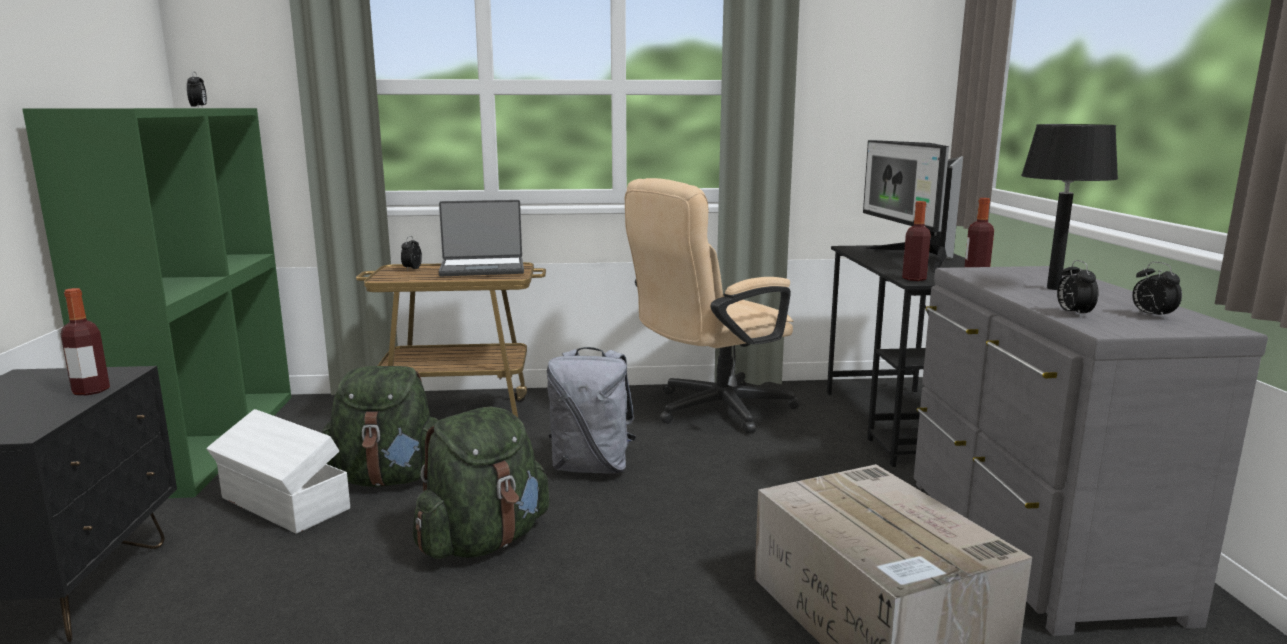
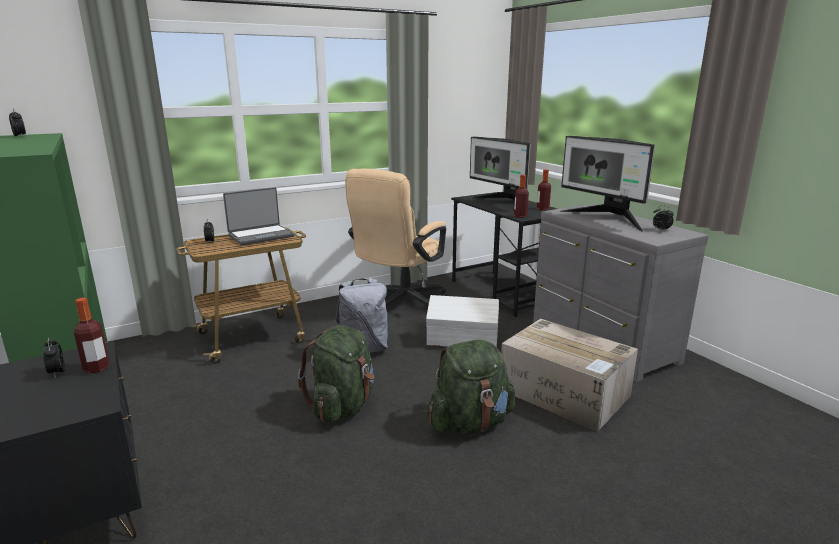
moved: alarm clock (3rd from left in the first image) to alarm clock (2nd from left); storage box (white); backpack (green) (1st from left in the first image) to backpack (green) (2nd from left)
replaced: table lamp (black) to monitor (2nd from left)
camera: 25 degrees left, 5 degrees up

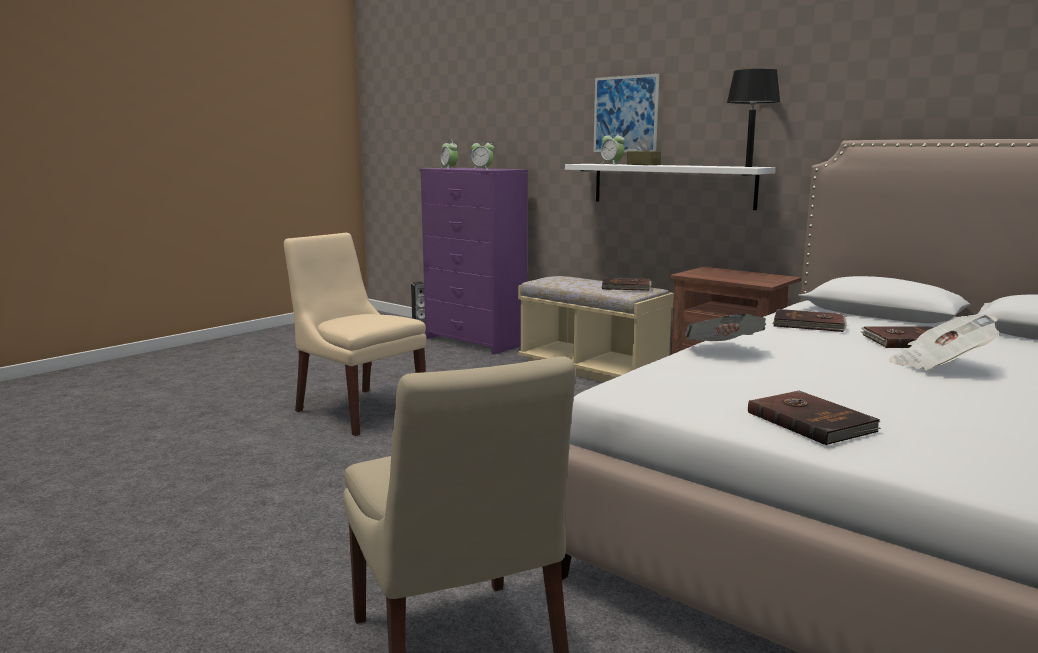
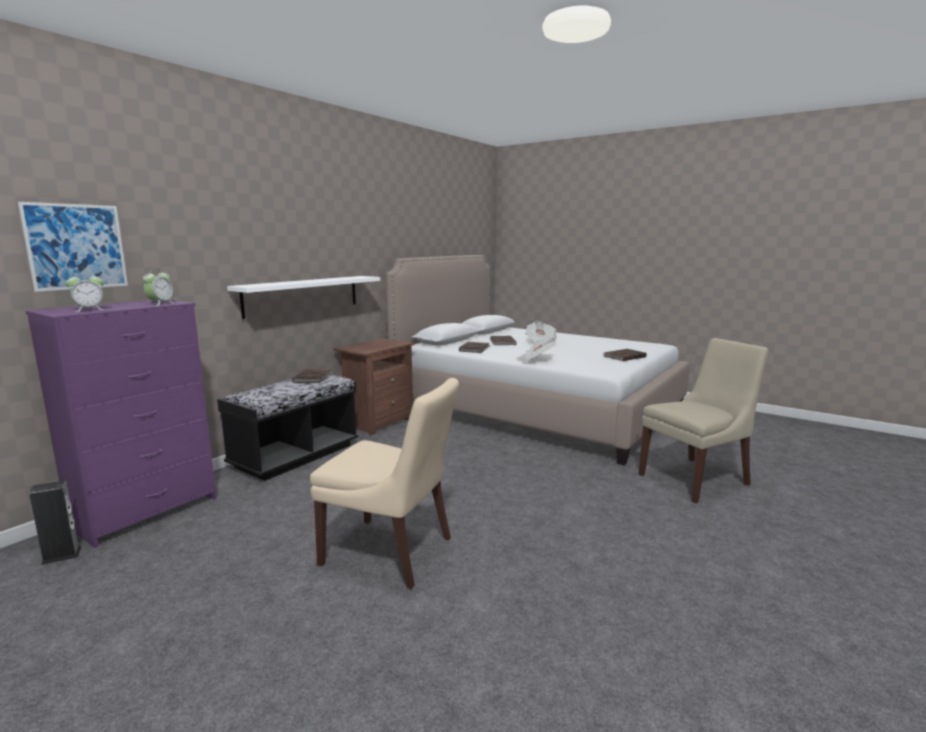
removed: alarm clock (3rd from left); tissue box (brown); table lamp (black)
moved: picture
recoloured: bench (beige) to bench (black)
turned: chair (beige) (1st from left) 105 degrees counterclockwise
camera: 95 degrees left, 0 degrees up

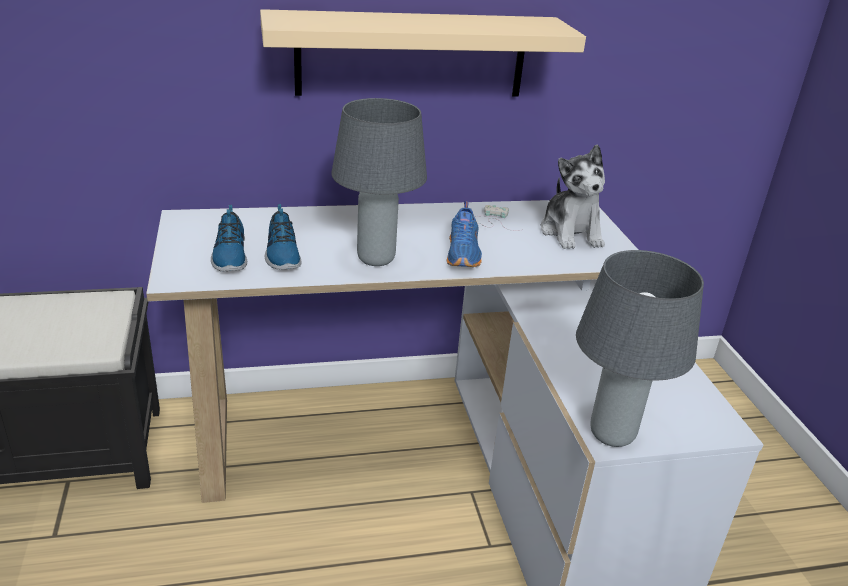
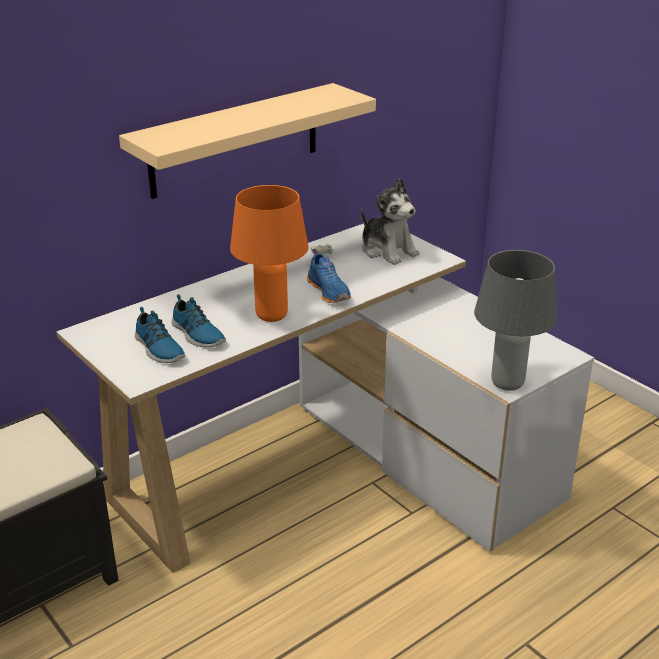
recoloured: table lamp (grey) (1st from left) to table lamp (orange)
camera: 25 degrees left, 0 degrees up

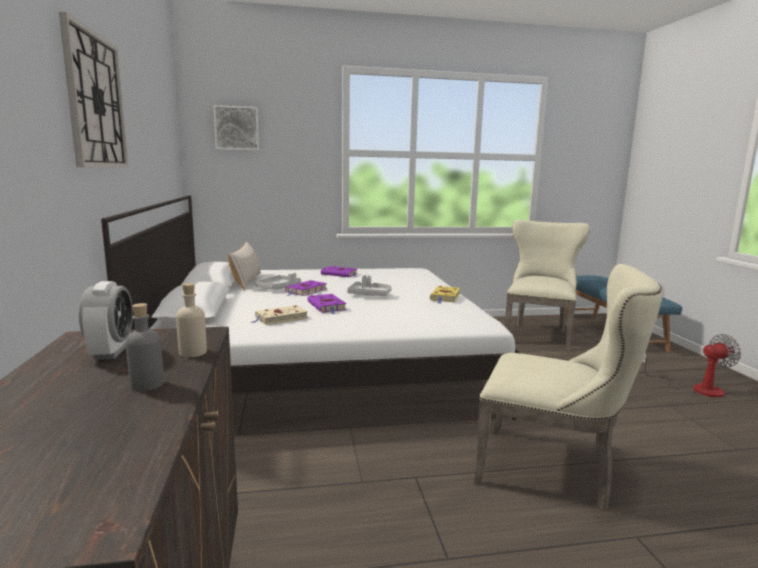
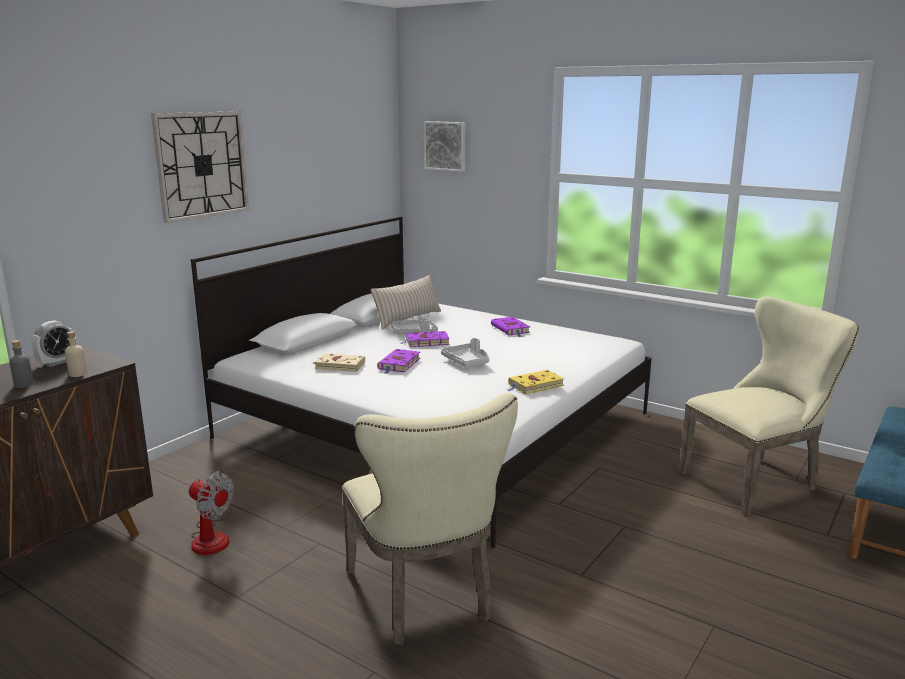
moved: fan
camera: 45 degrees right, 5 degrees up

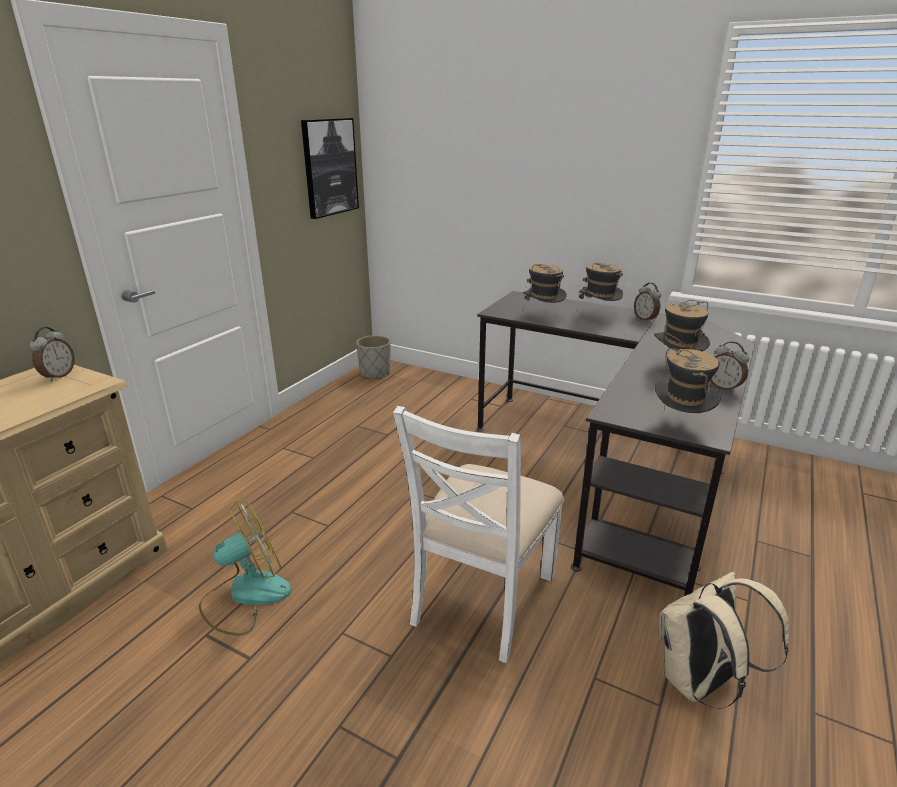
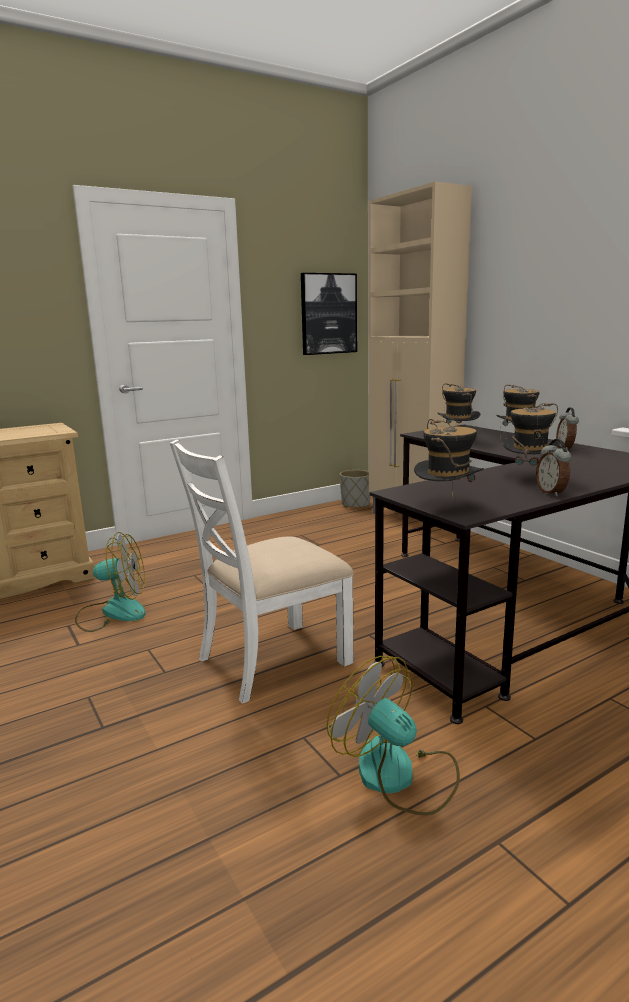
removed: alarm clock (1st from left)
added: cabinet (beige)
replaced: backpack (beige) to fan (2nd from left)
camera: 30 degrees right, 10 degrees down

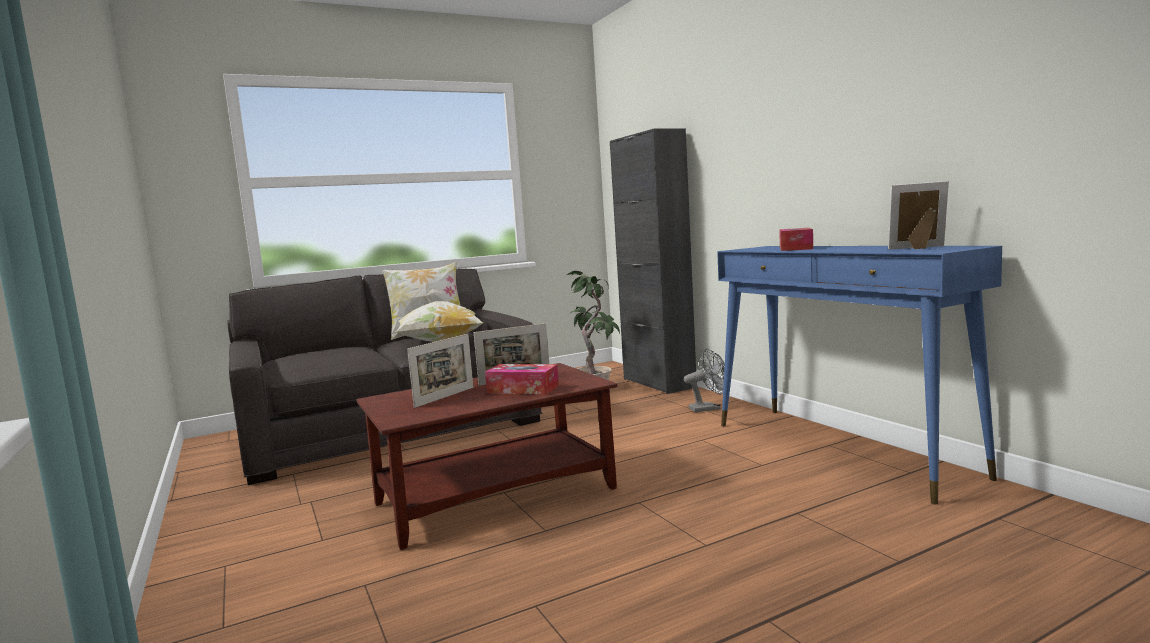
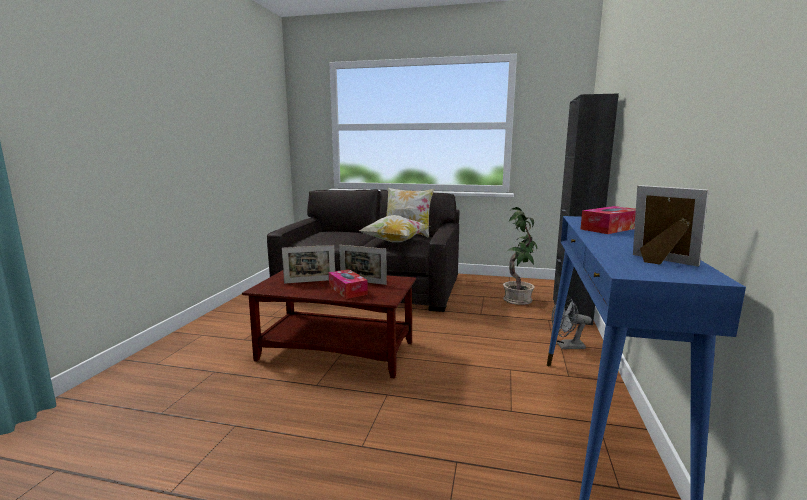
turned: fan (grey) 150 degrees clockwise
camera: 40 degrees right, 5 degrees up

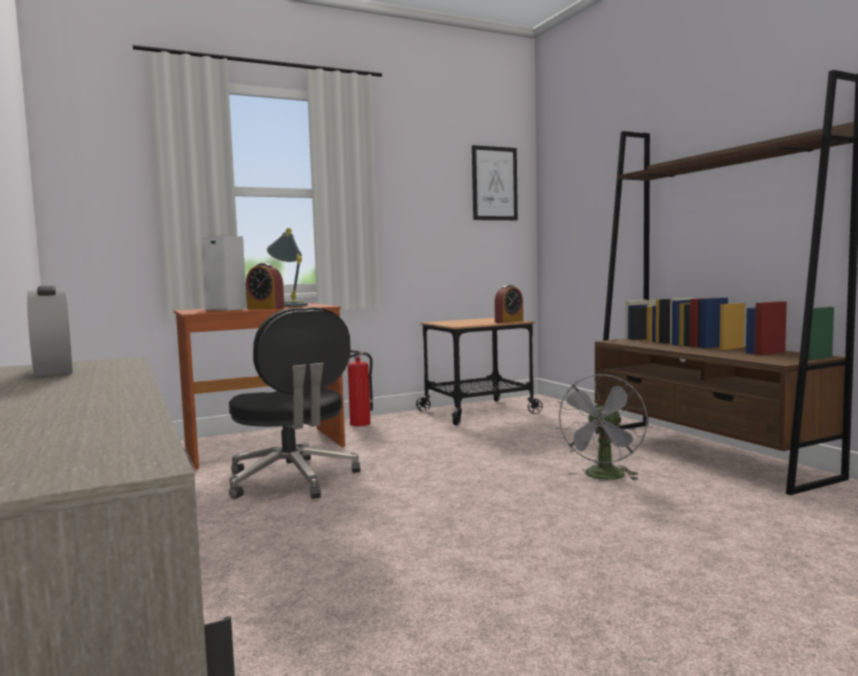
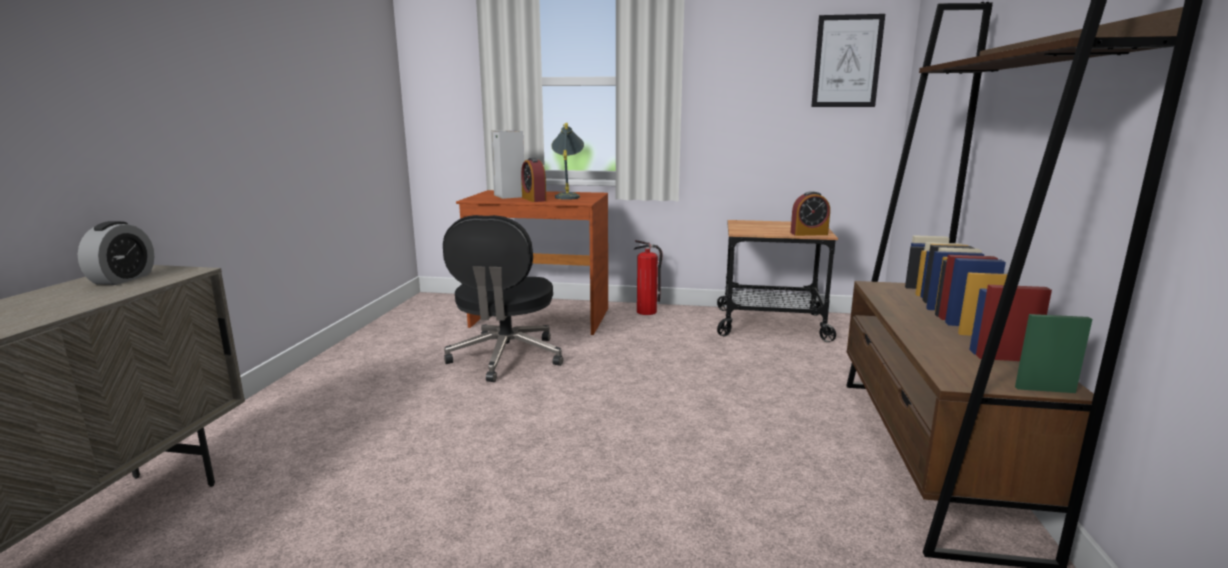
removed: fan (grey)
camera: 35 degrees right, 10 degrees up

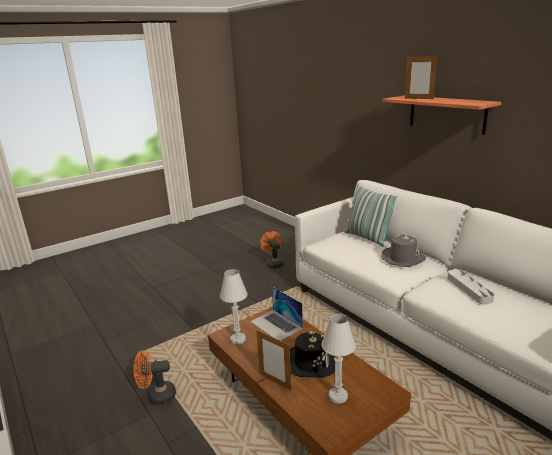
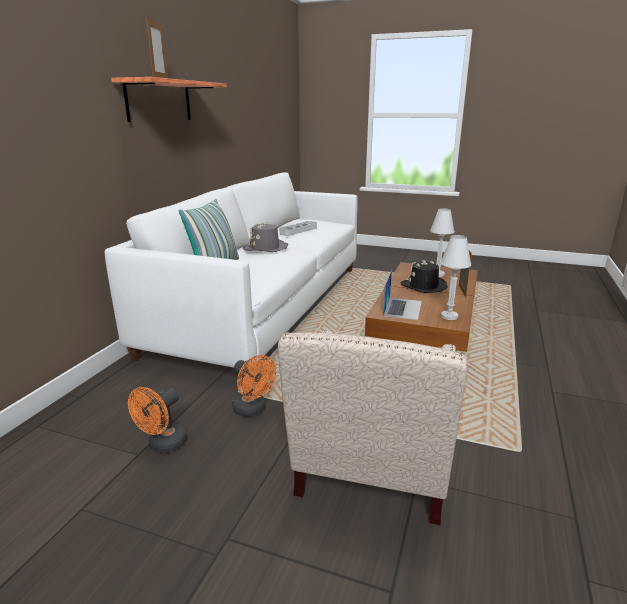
added: armchair (beige)
moved: fan (orange) (1st from left in the first image) to fan (orange) (2nd from left)
camera: 125 degrees left, 0 degrees up

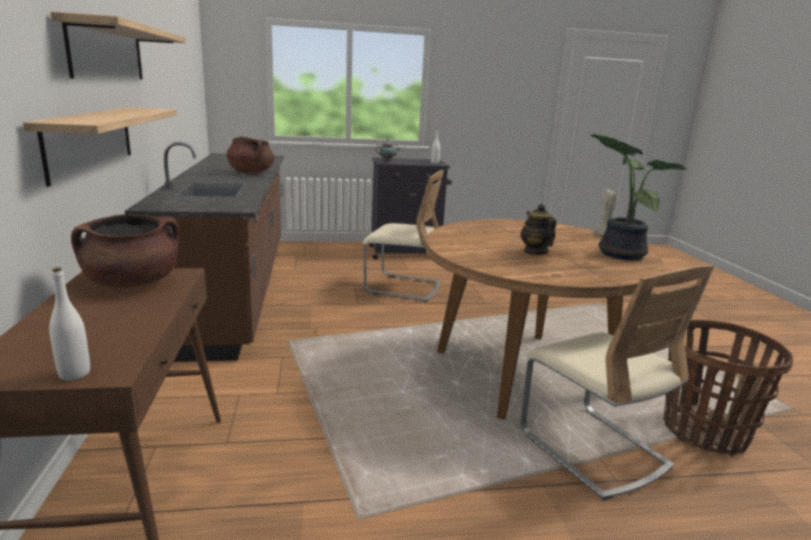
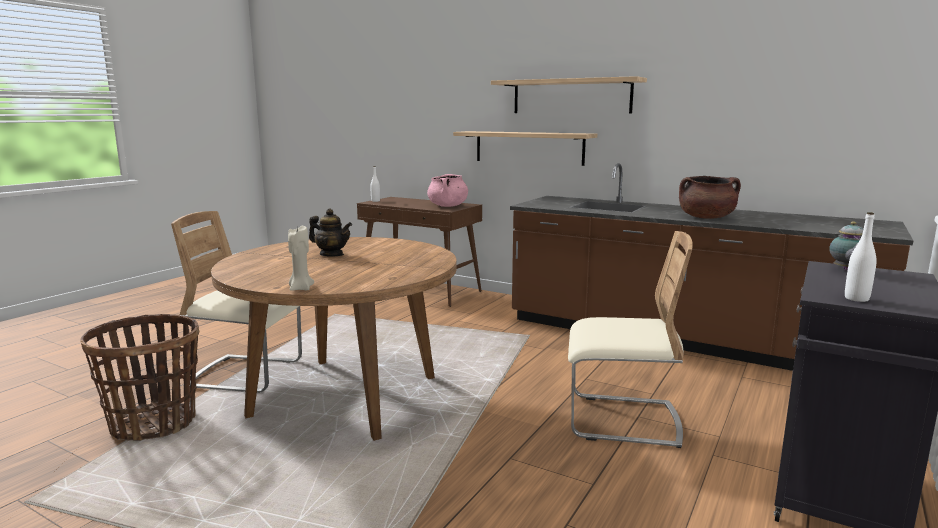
removed: potted plant
recoloured: cooking pot (brown) (1st from left) to cooking pot (pink)
turned: chair (beige) (1st from left in the first image) 135 degrees counterclockwise
camera: 130 degrees right, 5 degrees down

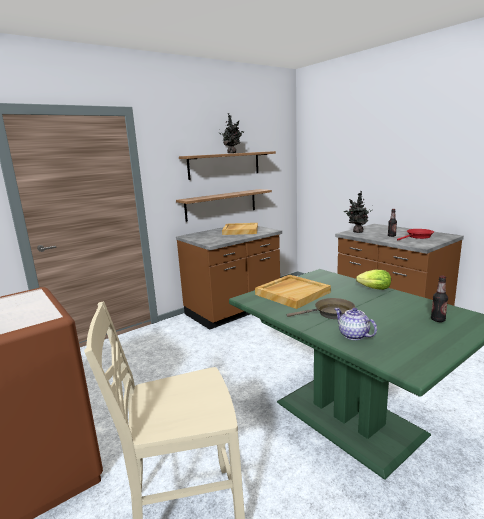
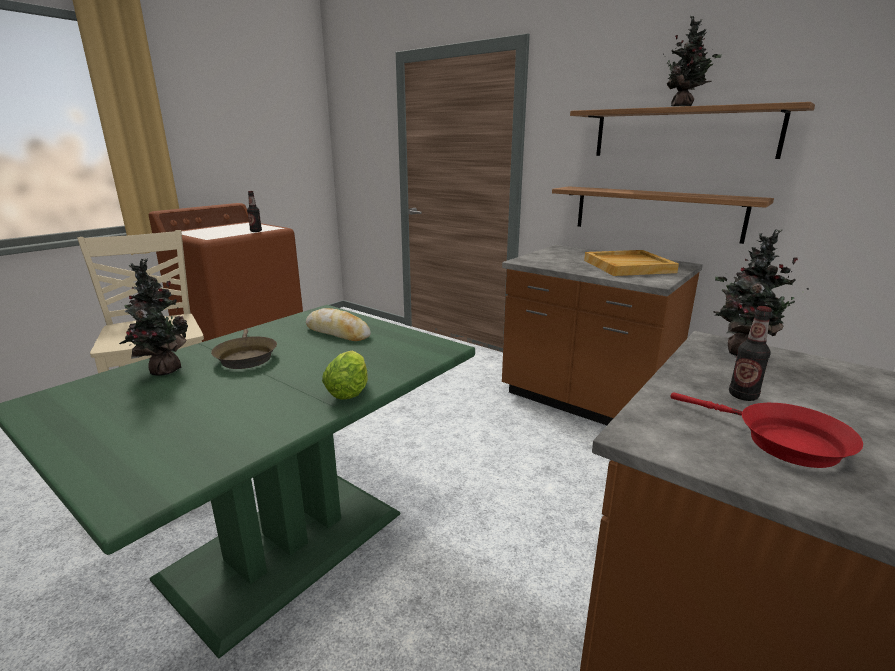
moved: bottle (2nd from left in the first image) to bottle (1st from left)
replaced: teapot to potted plant (1st from left); tray (beige) (2nd from left) to bread
camera: 75 degrees right, 5 degrees up

